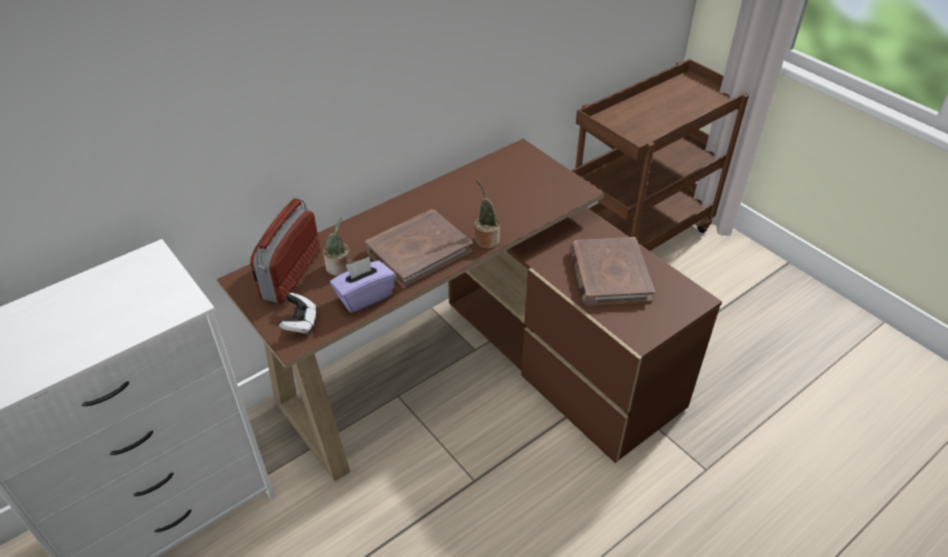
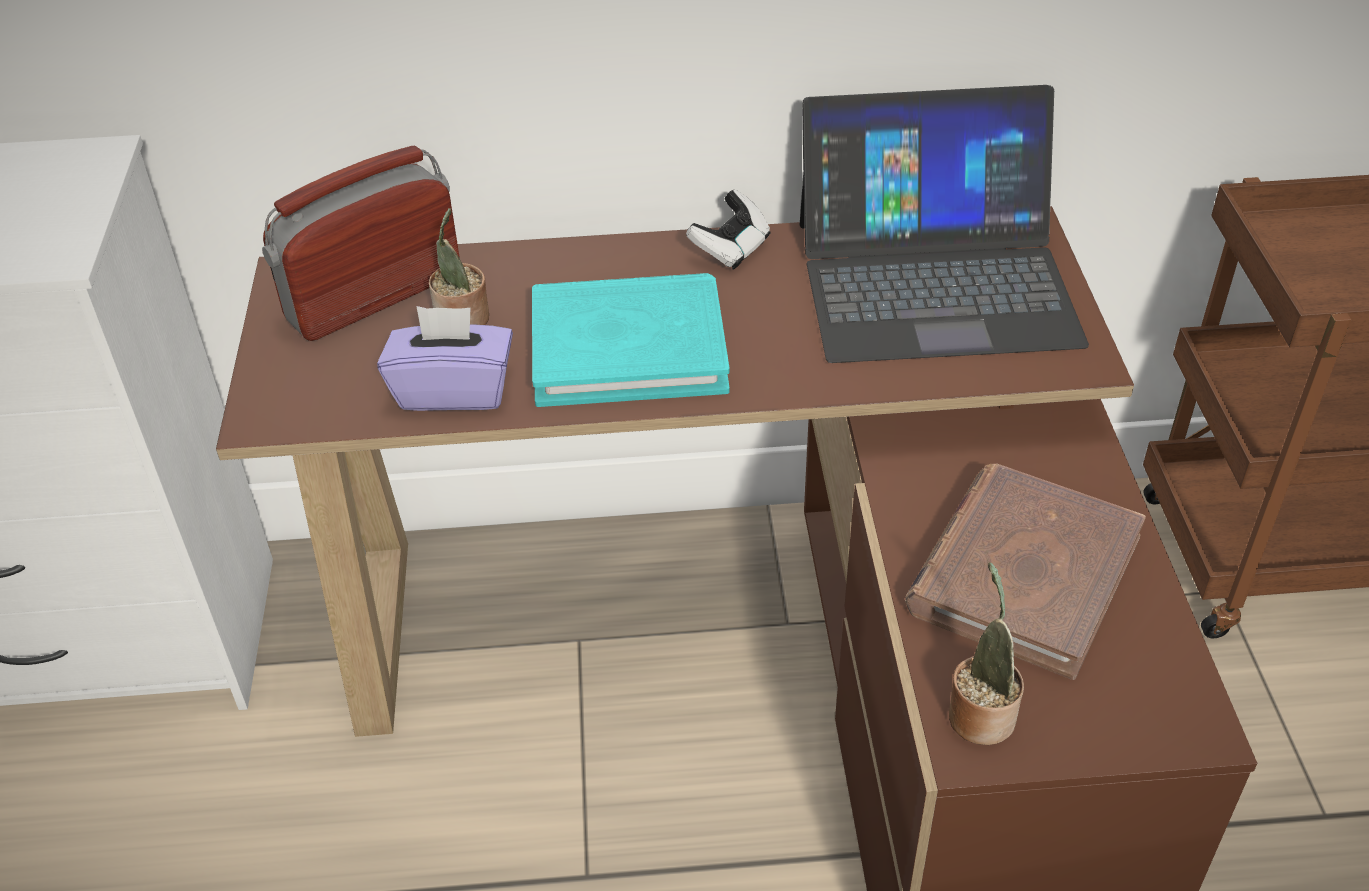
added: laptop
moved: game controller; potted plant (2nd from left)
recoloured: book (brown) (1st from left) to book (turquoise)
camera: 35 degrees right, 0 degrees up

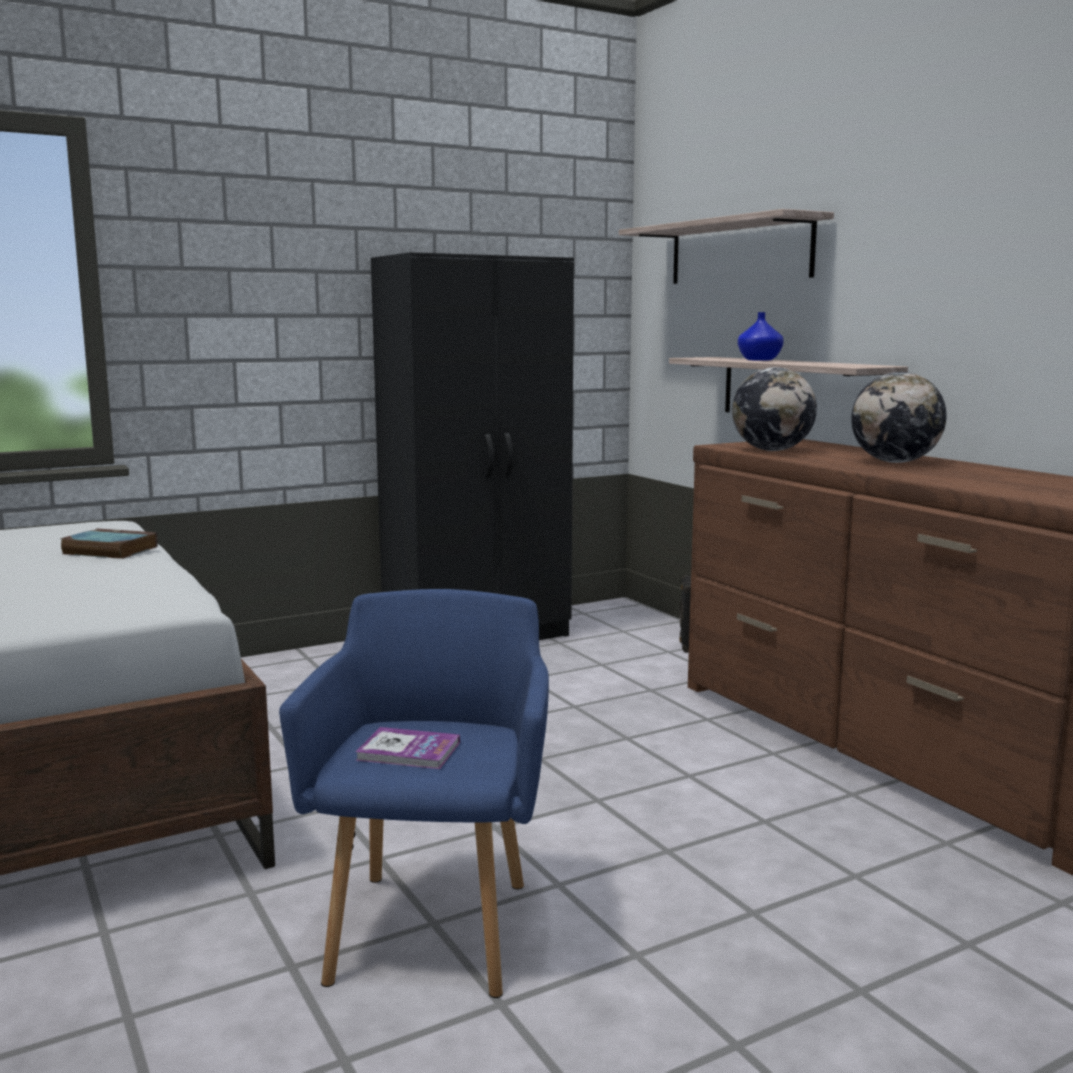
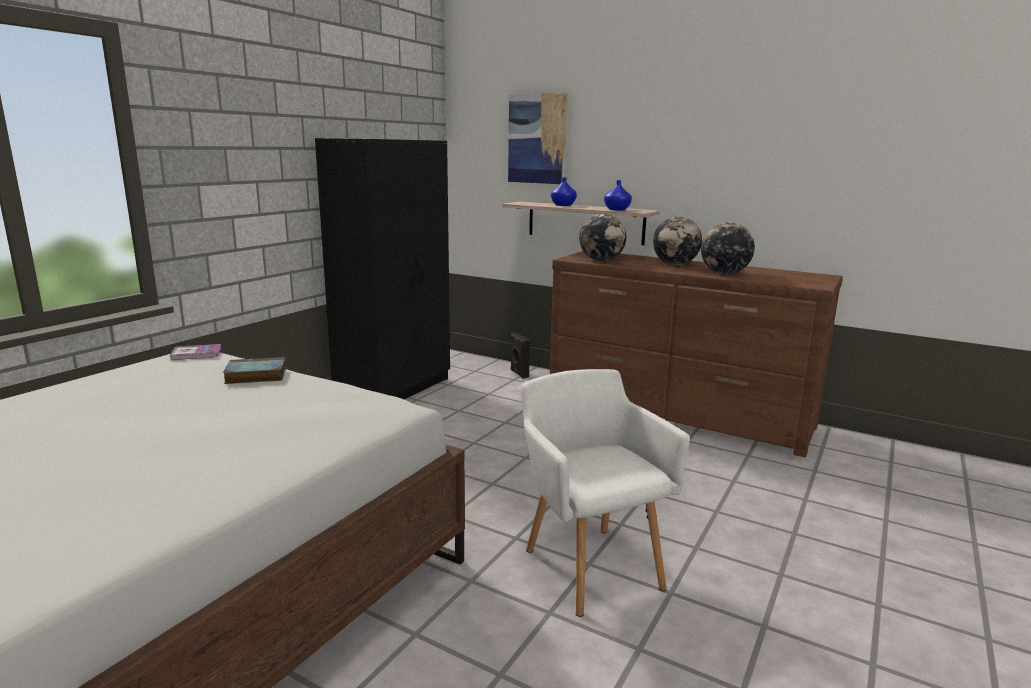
added: vase (blue) (2nd from left); globe (3rd from left)
moved: book (2nd from left in the first image) to book (1st from left)
replaced: shelf (1st from left) to picture
recoloured: armchair (blue) to armchair (white)
camera: 30 degrees left, 5 degrees up

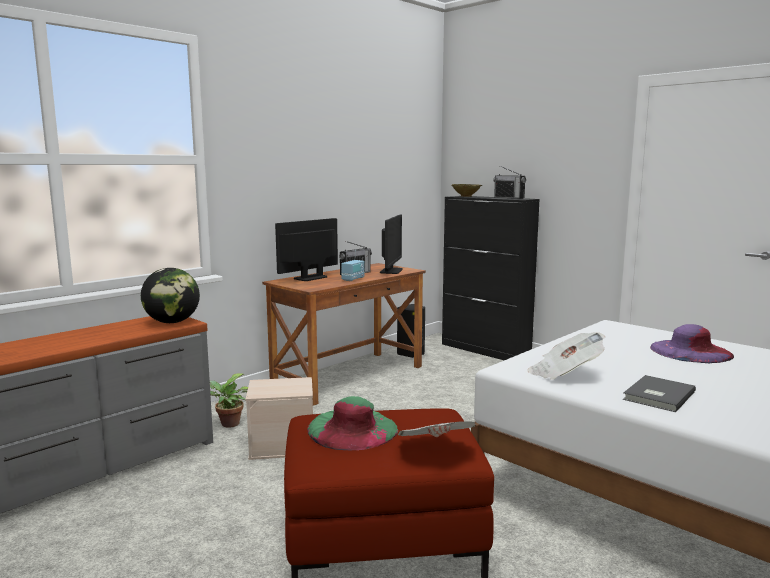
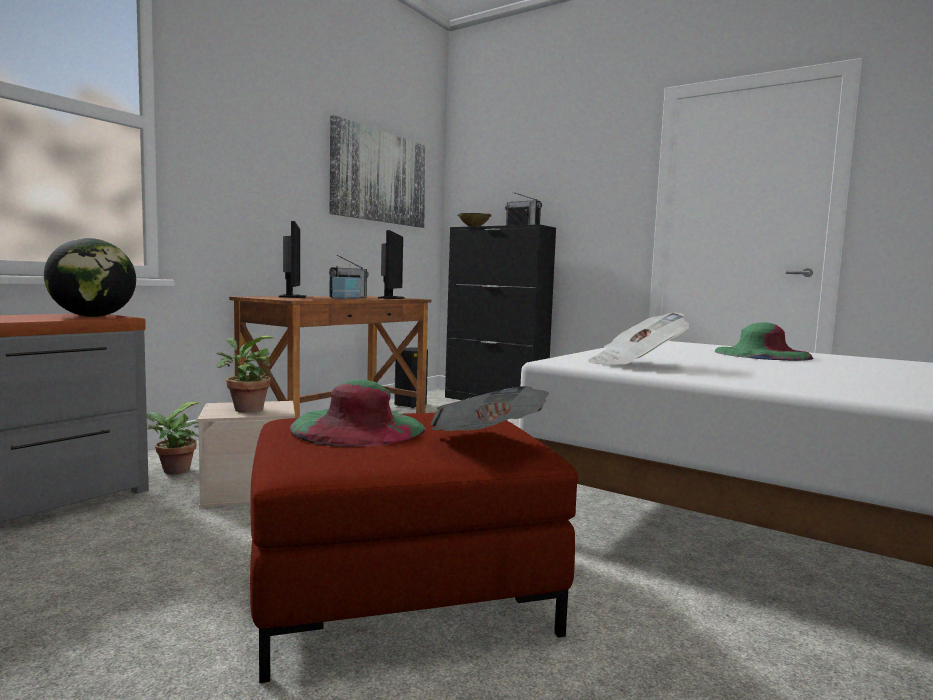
removed: book (grey)
added: potted plant (2nd from left); picture
recoloured: hat (purple) to hat (green) (2nd from left)
turned: monitor (1st from left) 135 degrees clockwise
camera: 10 degrees left, 5 degrees down

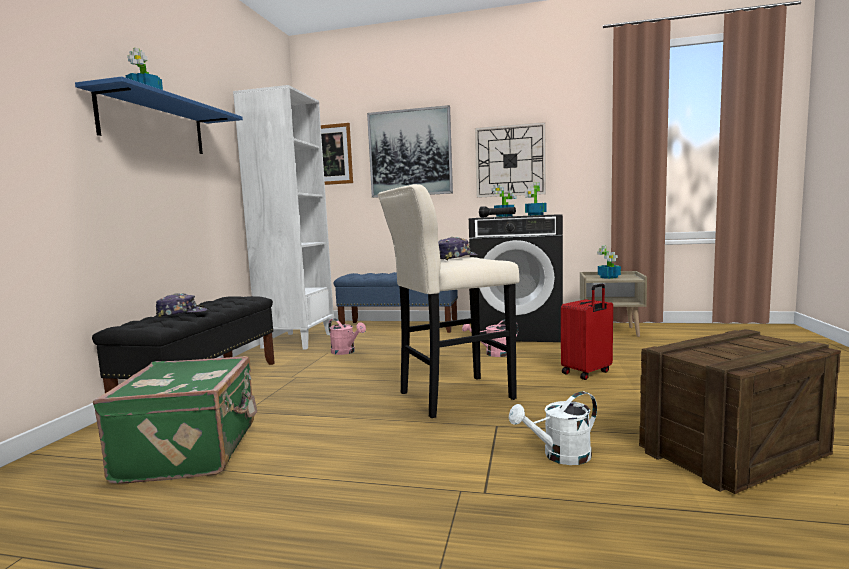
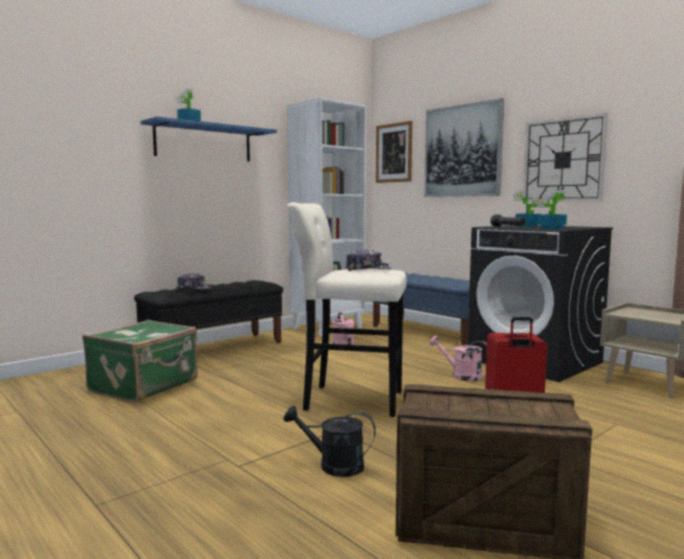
removed: potted plant (4th from left)
recoloured: watering can (white) to watering can (black)
camera: 35 degrees right, 0 degrees up

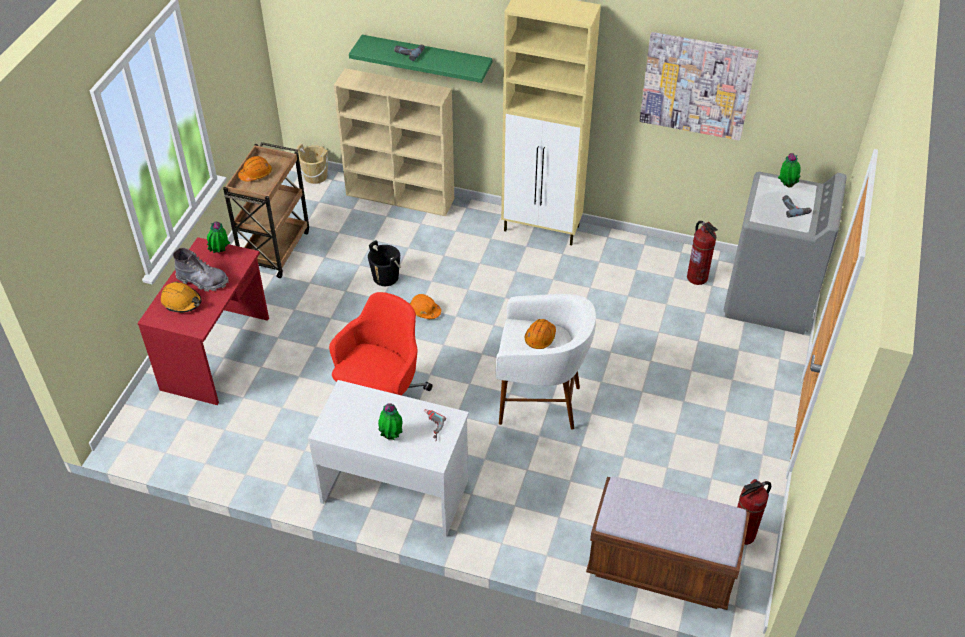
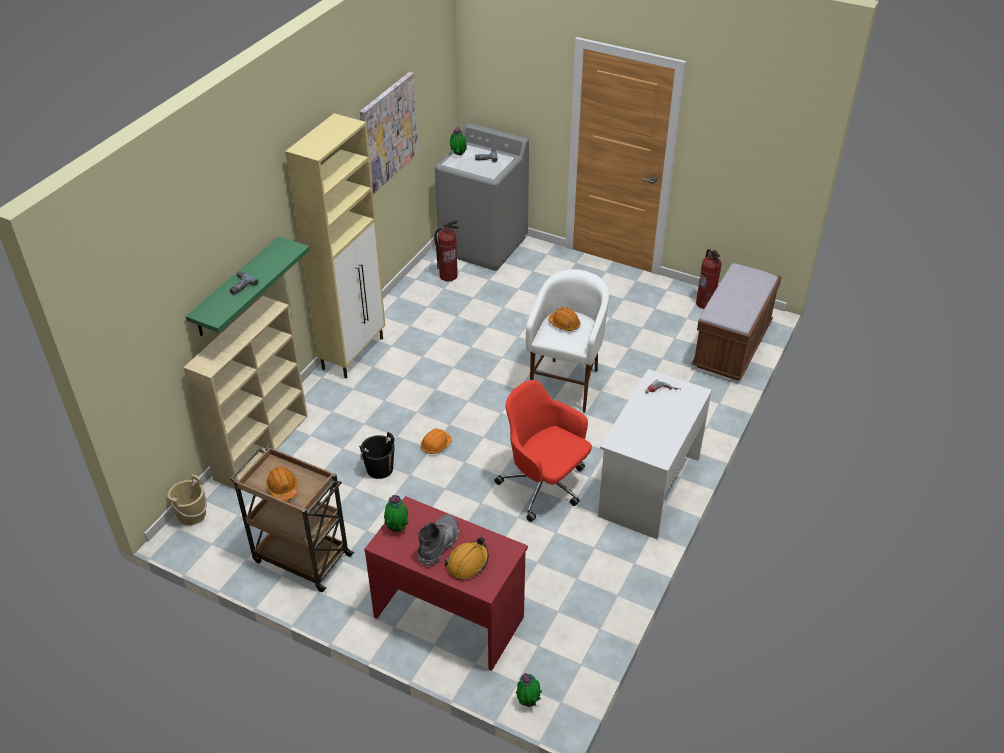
moved: potted plant (2nd from left in the first image) to potted plant (3rd from left)
camera: 80 degrees left, 5 degrees down

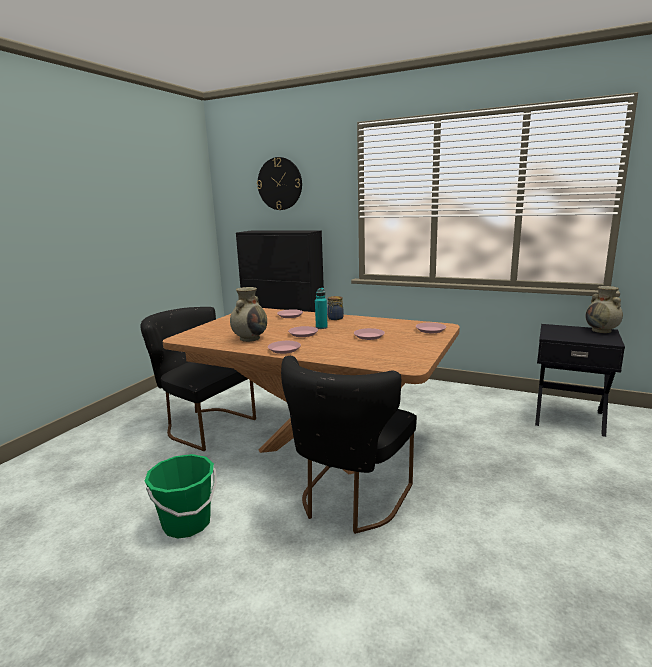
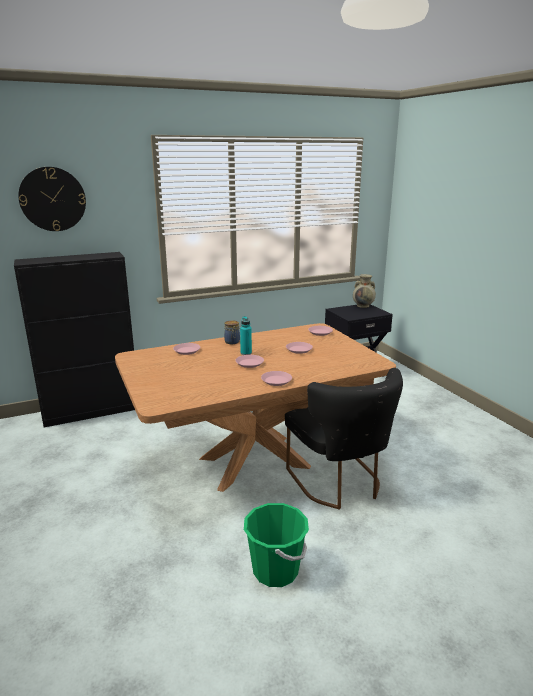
removed: chair (black) (1st from left); vase (beige) (1st from left)
camera: 50 degrees left, 5 degrees up

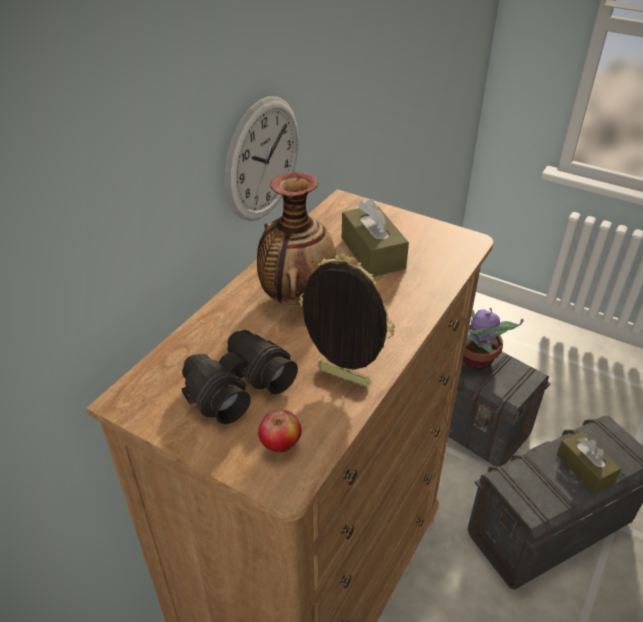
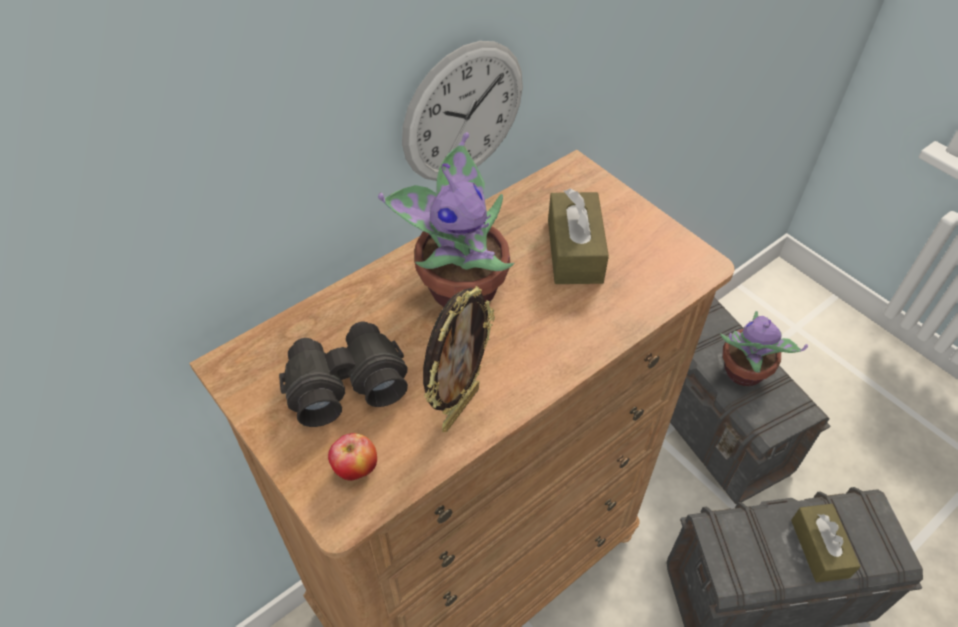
replaced: vase to potted plant (1st from left)
turned: picture frame 75 degrees clockwise
camera: 20 degrees right, 10 degrees up

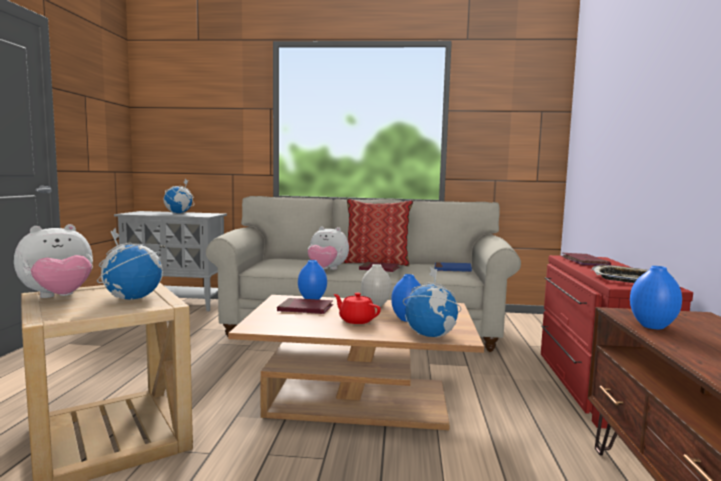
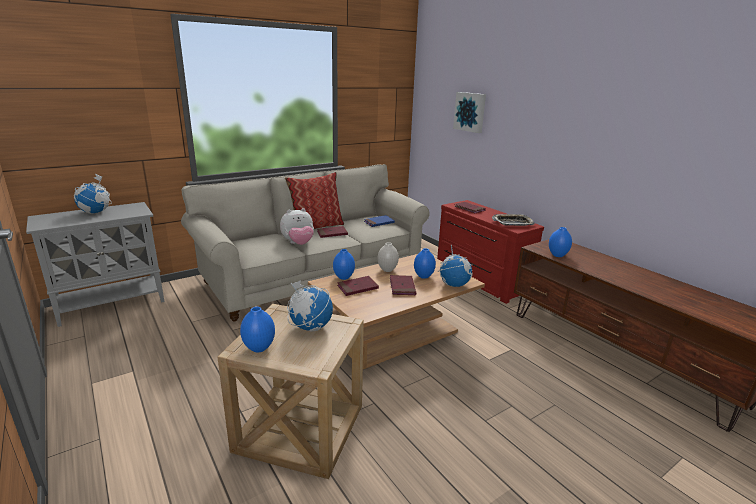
added: picture
replaced: plush toy (1st from left) to vase (blue) (1st from left); teapot (red) to book (red) (3rd from left)
camera: 40 degrees left, 15 degrees up

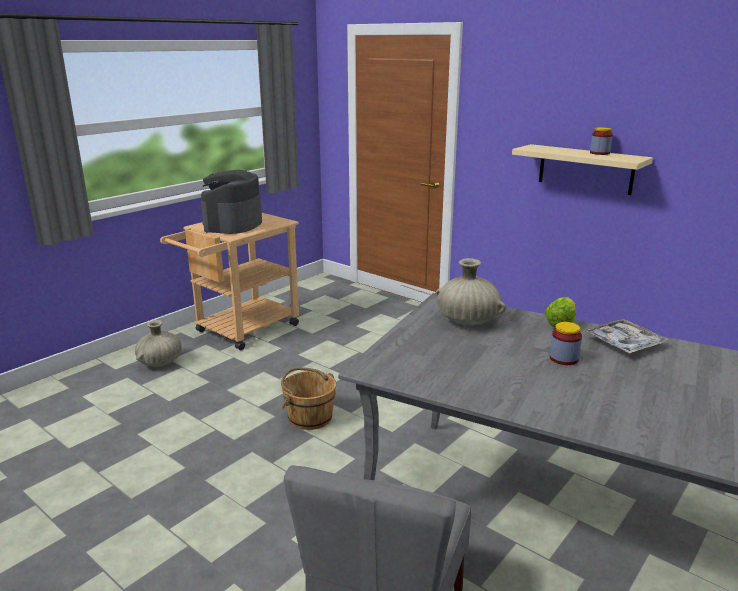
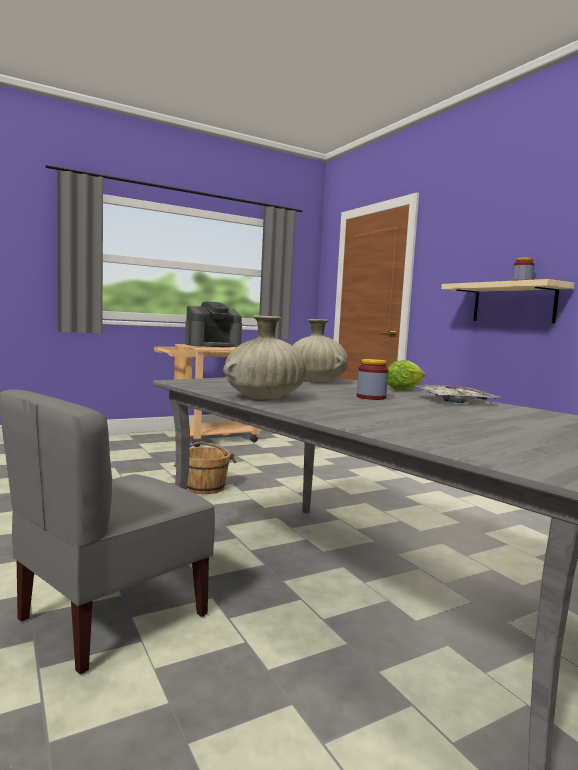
moved: vase (beige) (1st from left)
turned: coffee machine 150 degrees counterclockwise
camera: 20 degrees right, 15 degrees down

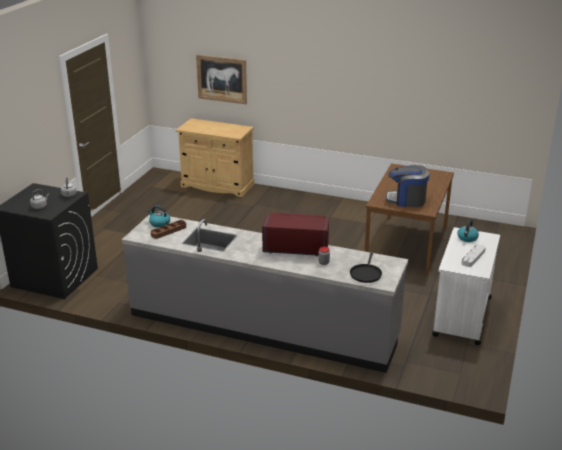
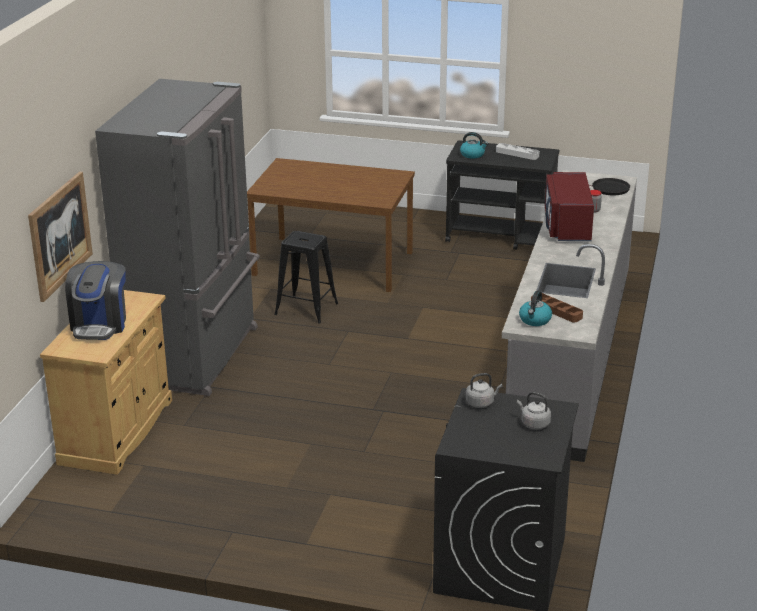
added: fridge (grey); stool (black)
moved: coffee machine
recoloured: cart (white) to cart (black)
camera: 95 degrees left, 0 degrees up

